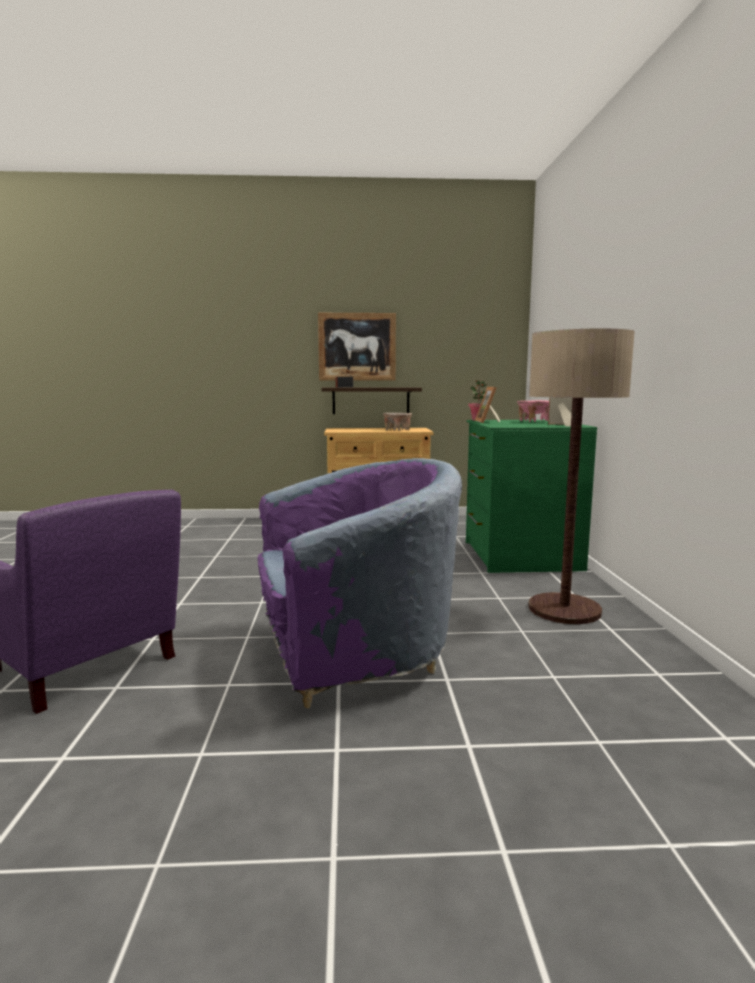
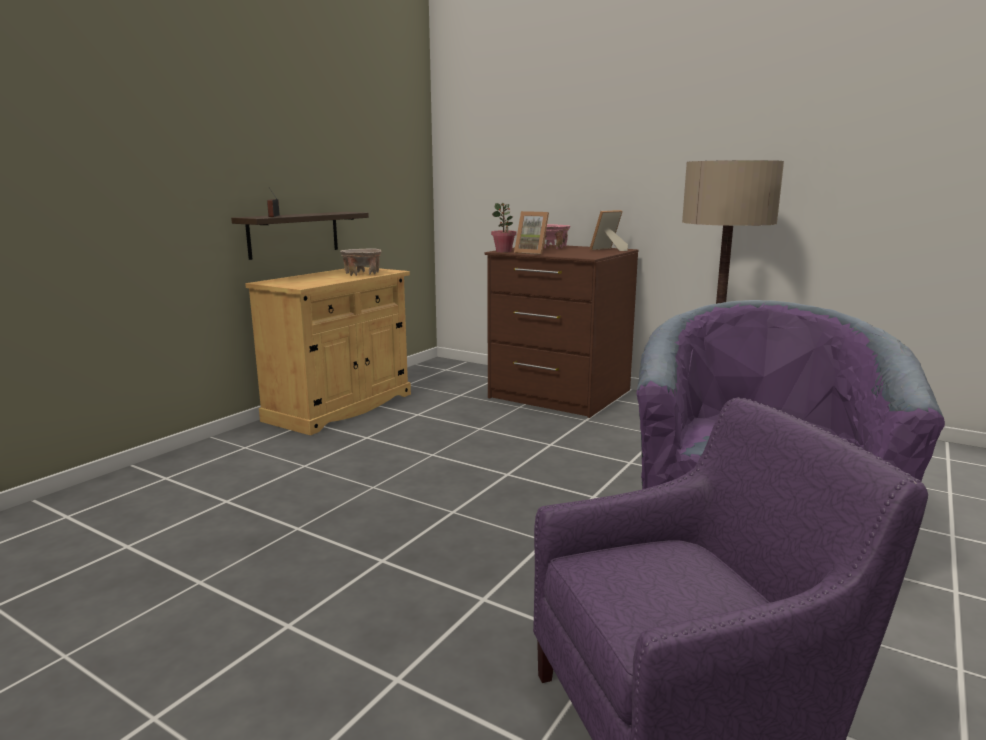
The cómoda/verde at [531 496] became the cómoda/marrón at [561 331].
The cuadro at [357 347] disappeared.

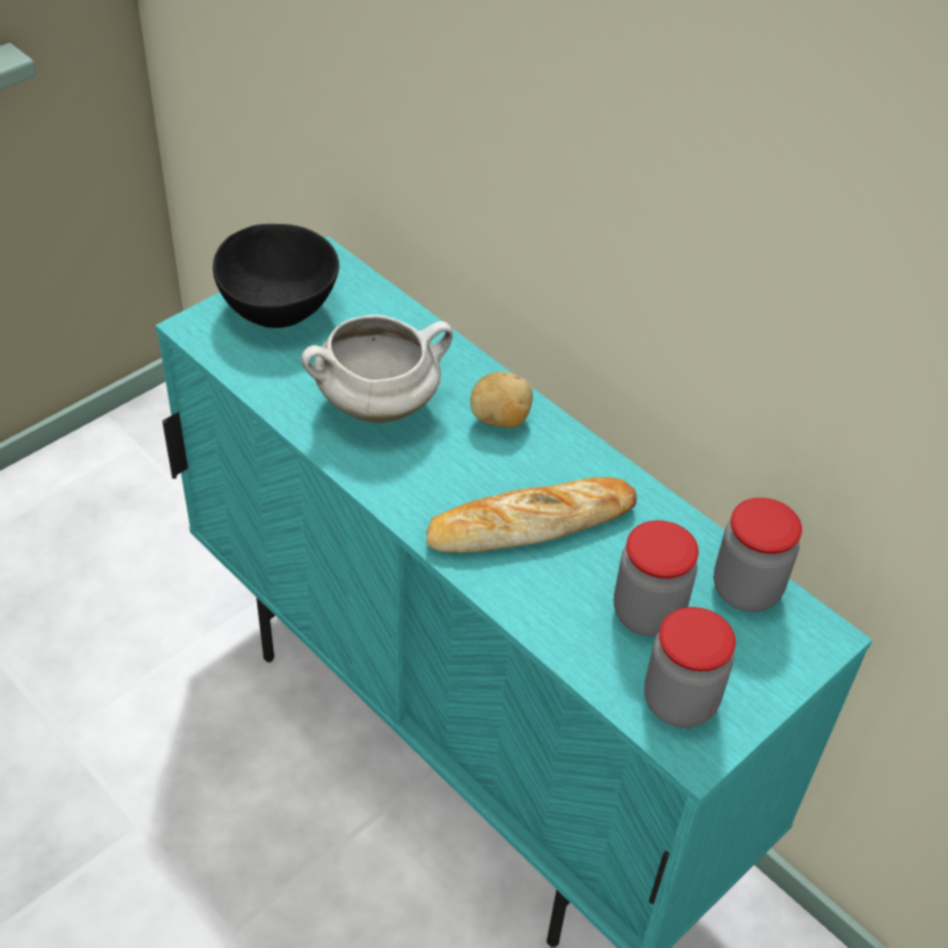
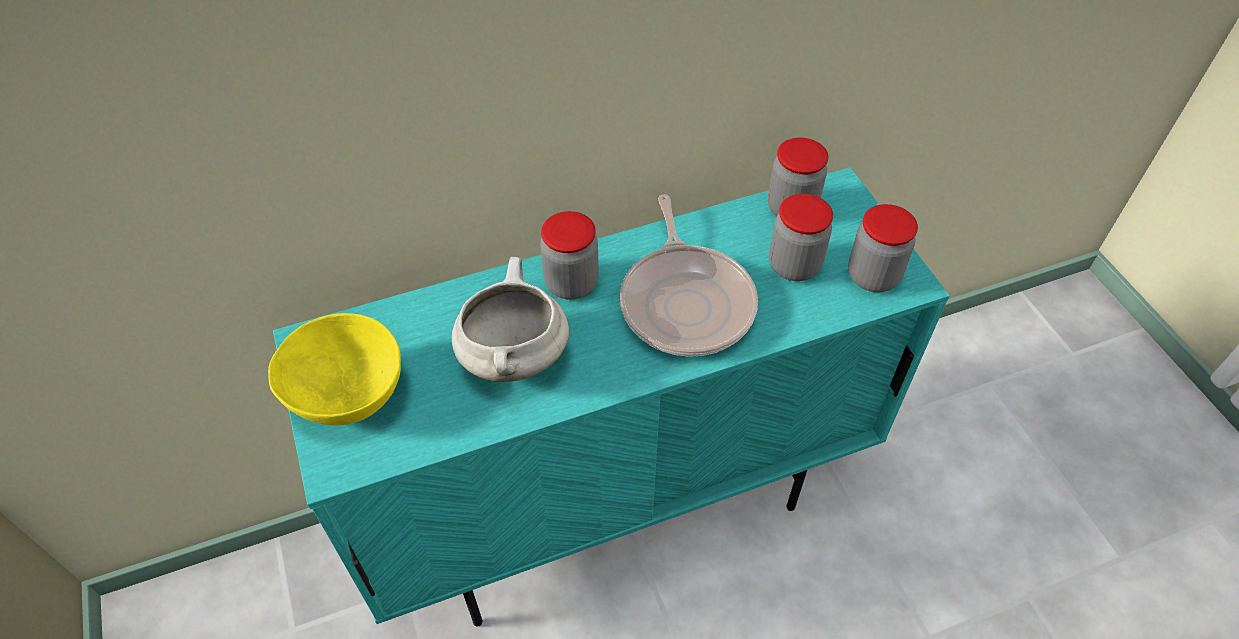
The cuenco/negro at [276 276] became the cuenco/amarillo at [334 369].
The patata at [501 400] was replaced by the tarro at [569 255].
The pan at [531 515] was replaced by the sartén at [689 275].

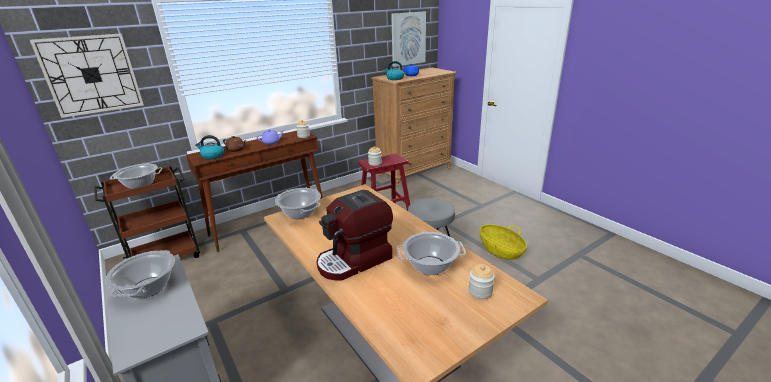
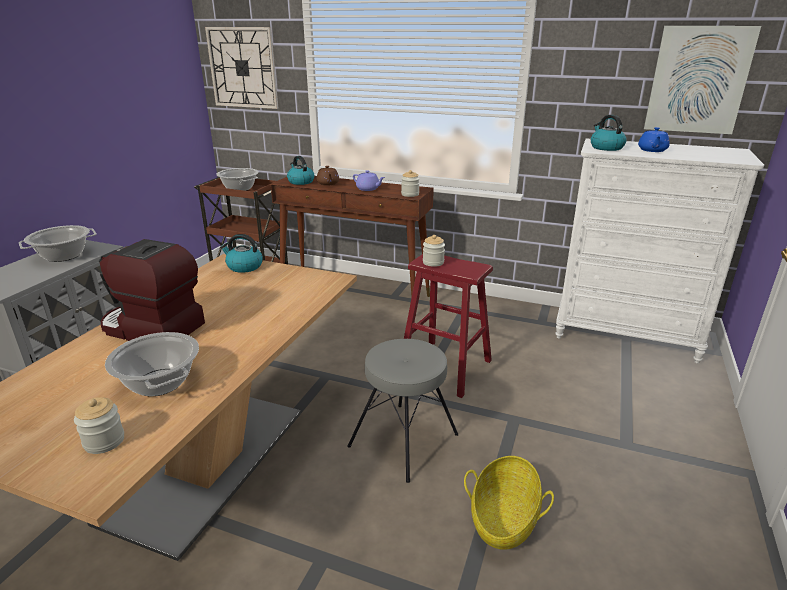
The olla at [298 203] was replaced by the hervidor at [241 253].
The cómoda/marrón at [413 127] became the cómoda/blanco at [659 250].

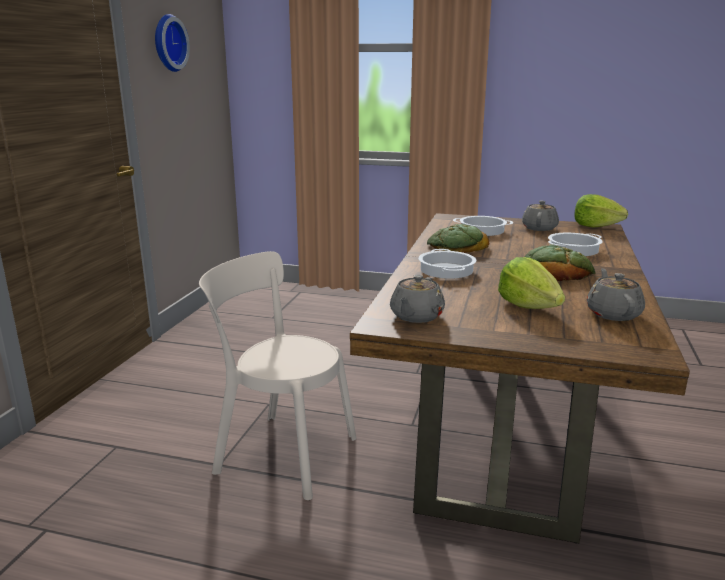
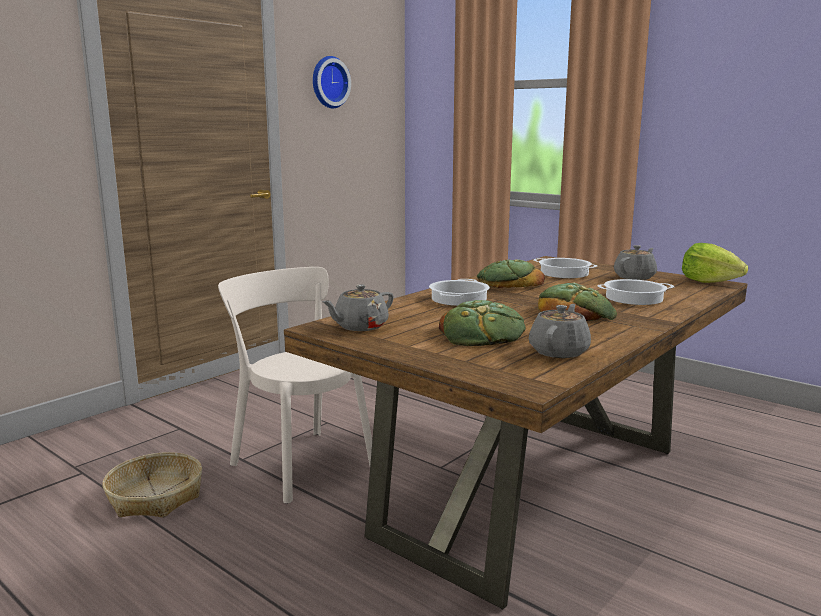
The cesta at [152 484] appeared.
The lechuga at [531 283] was replaced by the pan at [482 323].

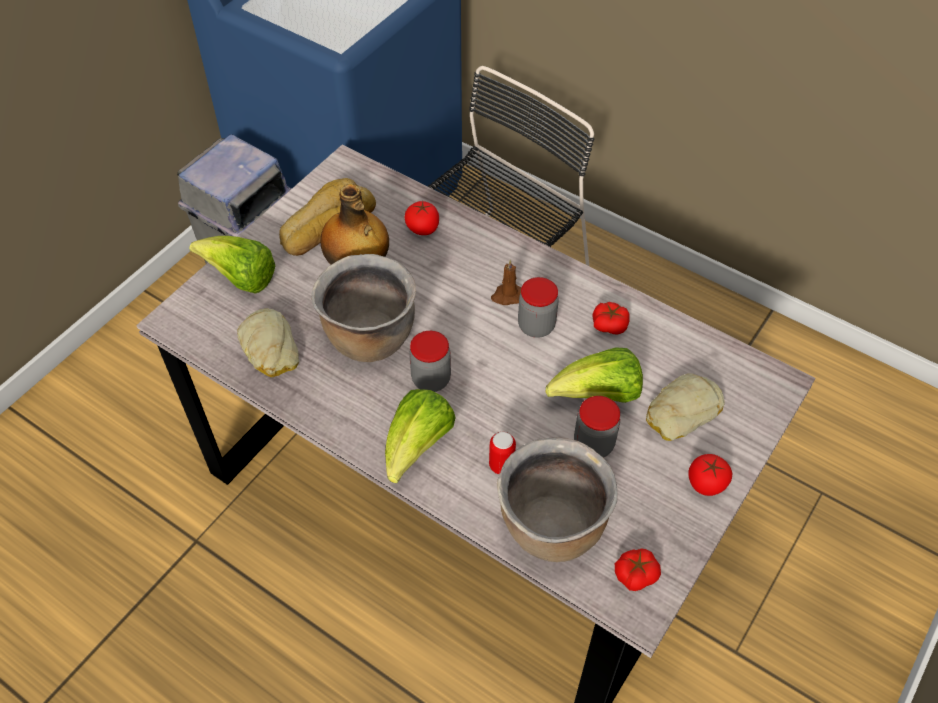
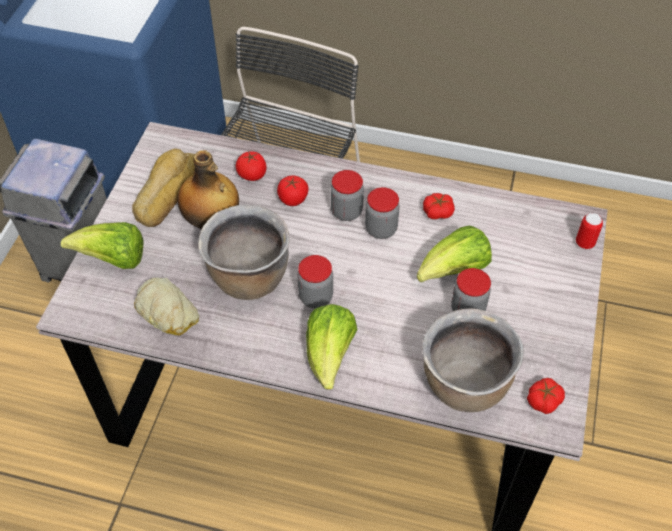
The tomate moved from [710 475] to [293 190].
The vela/marrón at [506 282] was replaced by the tarro at [347 195].
The lata moved from [502 453] to [589 231].
The pan at [685 407] disappeared.

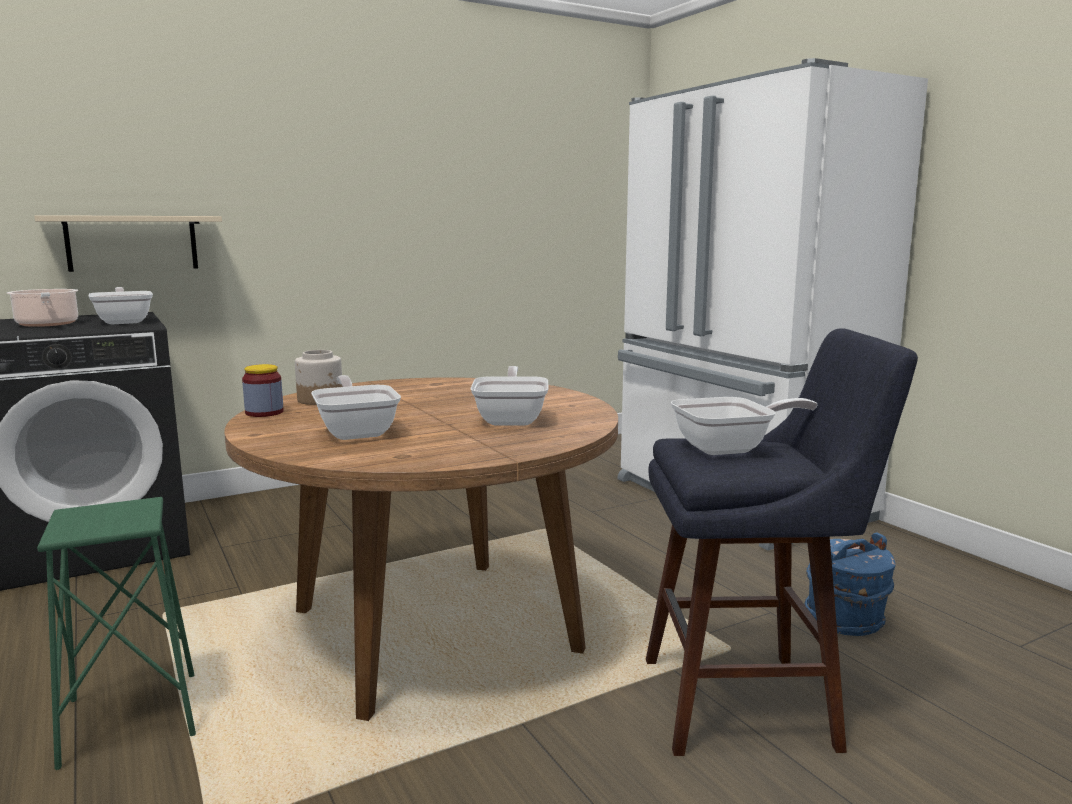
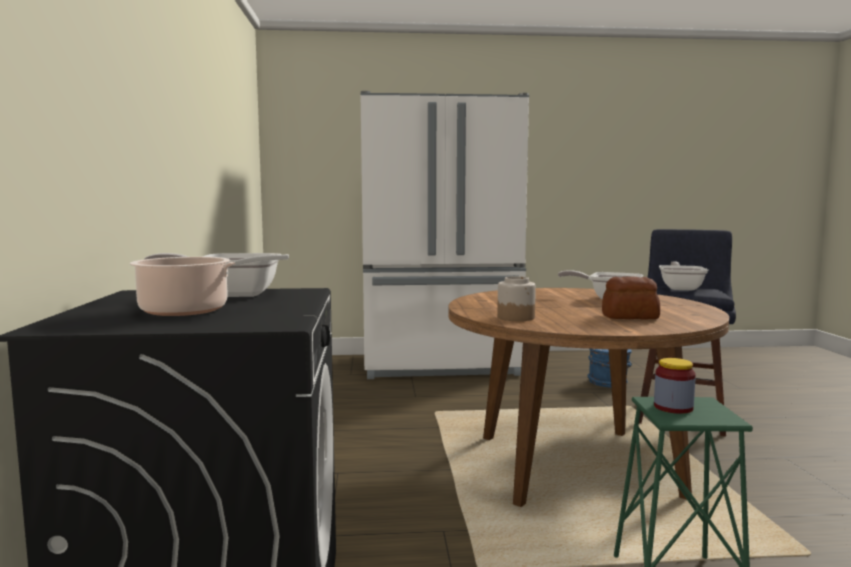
The sartén at [356 407] was replaced by the pan at [631 298].
The tarro moved from [263 390] to [675 386].
The estante/beis at [128 243] disappeared.

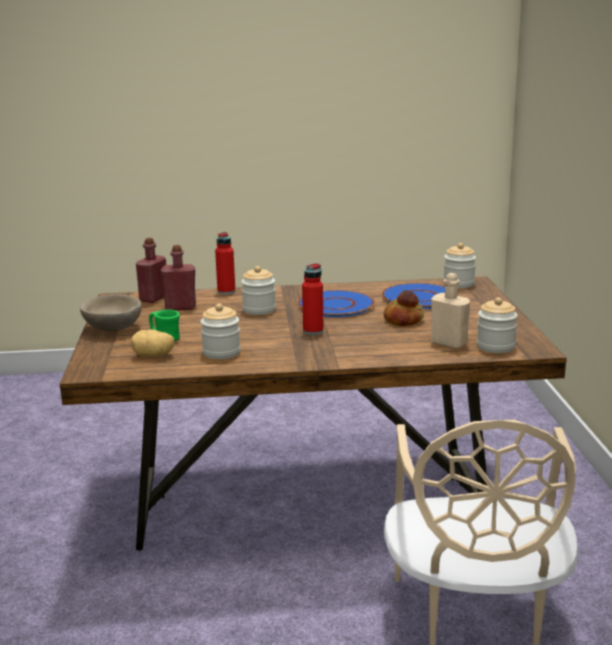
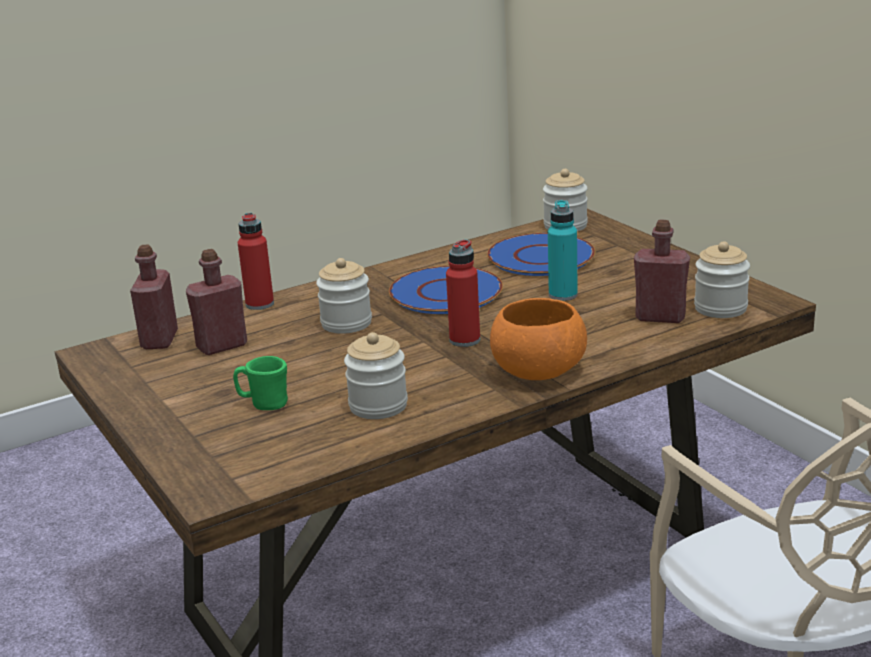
The cuenco/naranja at [538 339] appeared.
The pan at [404 308] was replaced by the botella/turquesa at [563 250].
The botella/beis at [450 311] became the botella/rojo at [662 271].
The cuenco/beis at [111 312] disappeared.
The patata at [153 343] disappeared.

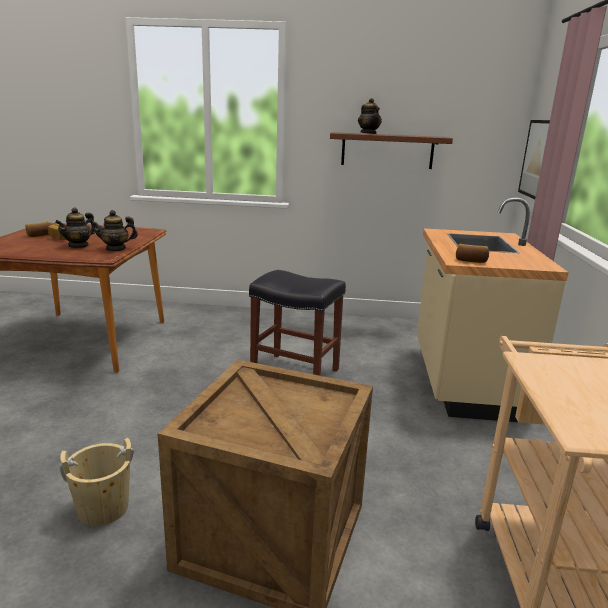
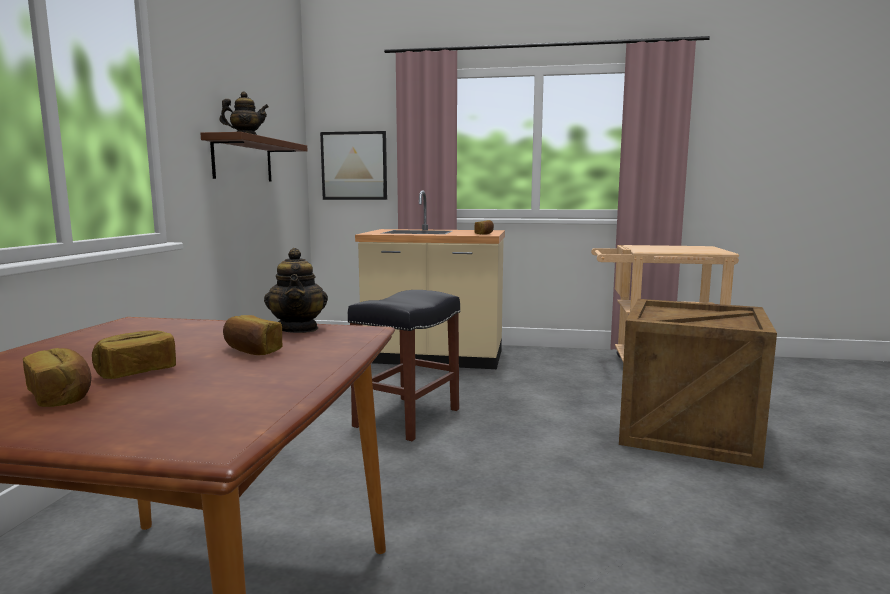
The tetera at [75 228] was replaced by the pan at [253 335].
The cubo/beis at [97 482] disappeared.

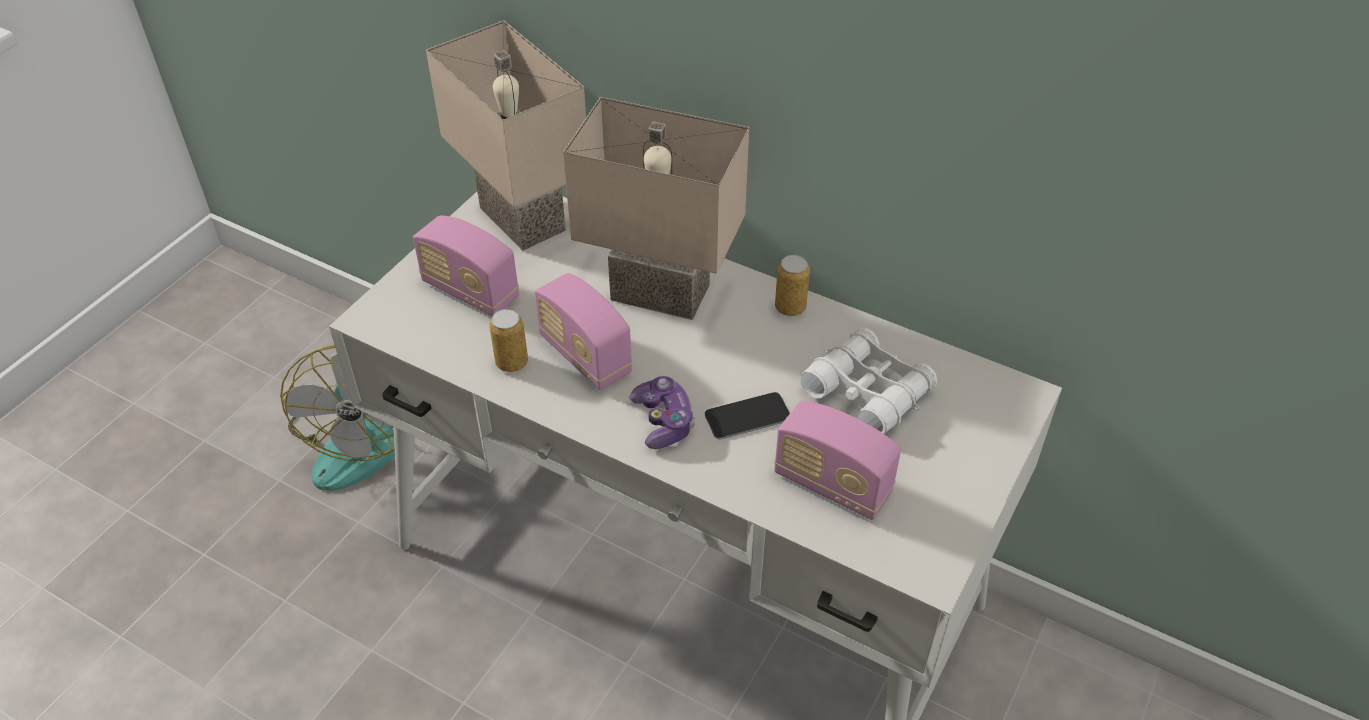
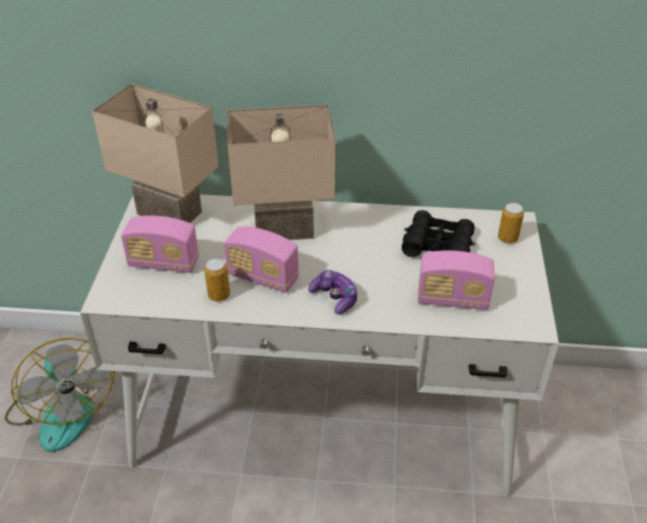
The prismáticos/blanco at [868 381] became the prismáticos/negro at [439 233].
The lata moved from [792 285] to [511 223].
The móvil at [747 415] disappeared.

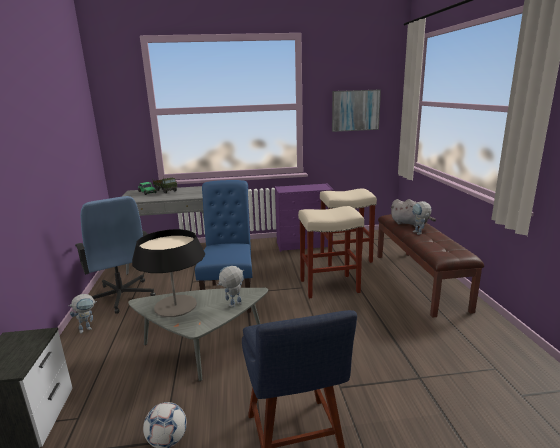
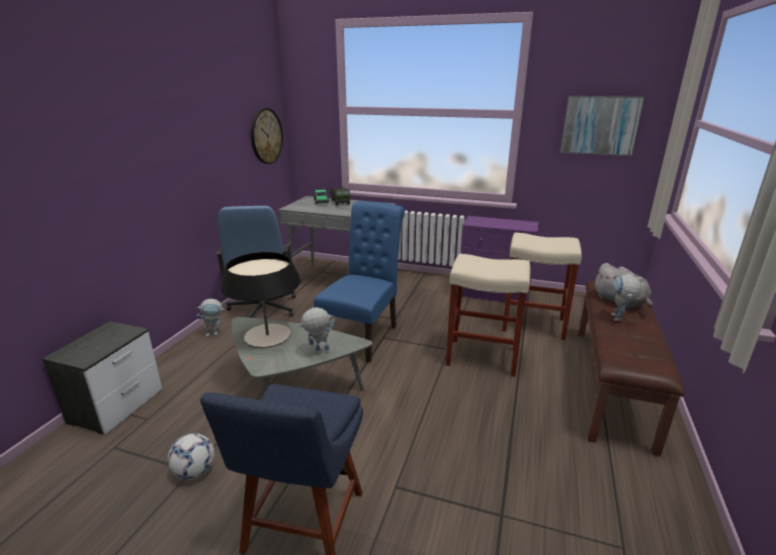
The reloj de pared at [267 136] appeared.

